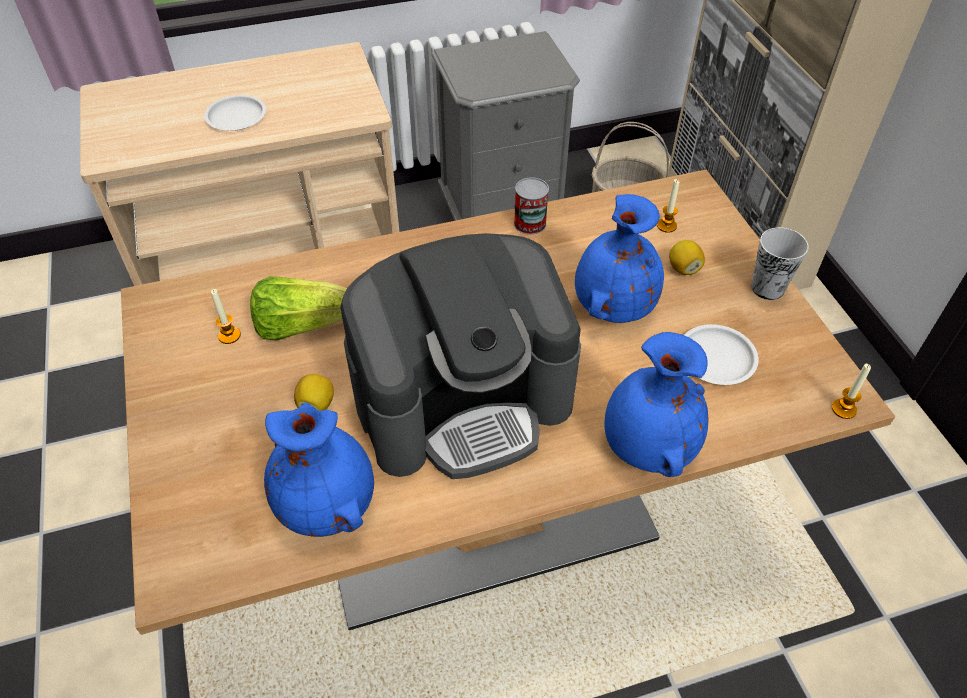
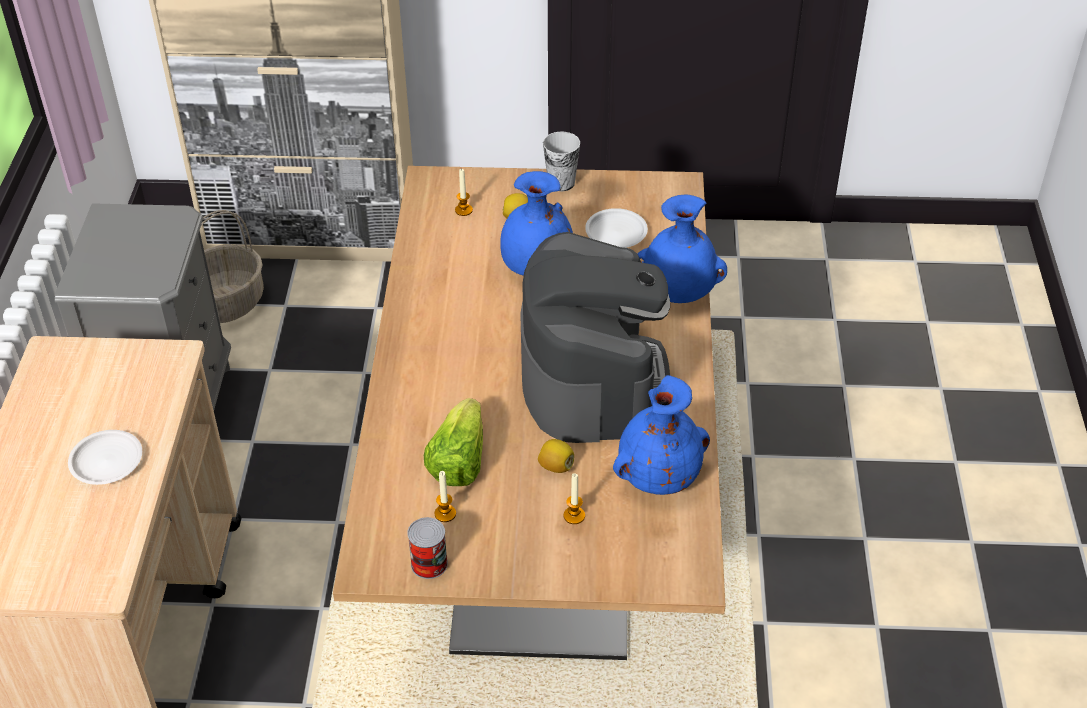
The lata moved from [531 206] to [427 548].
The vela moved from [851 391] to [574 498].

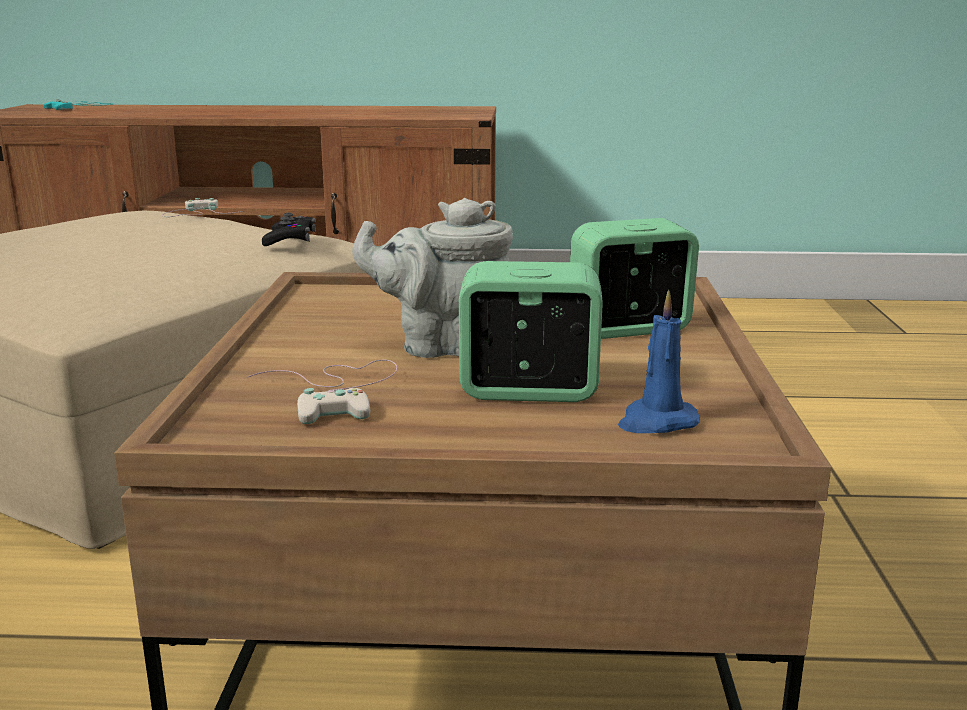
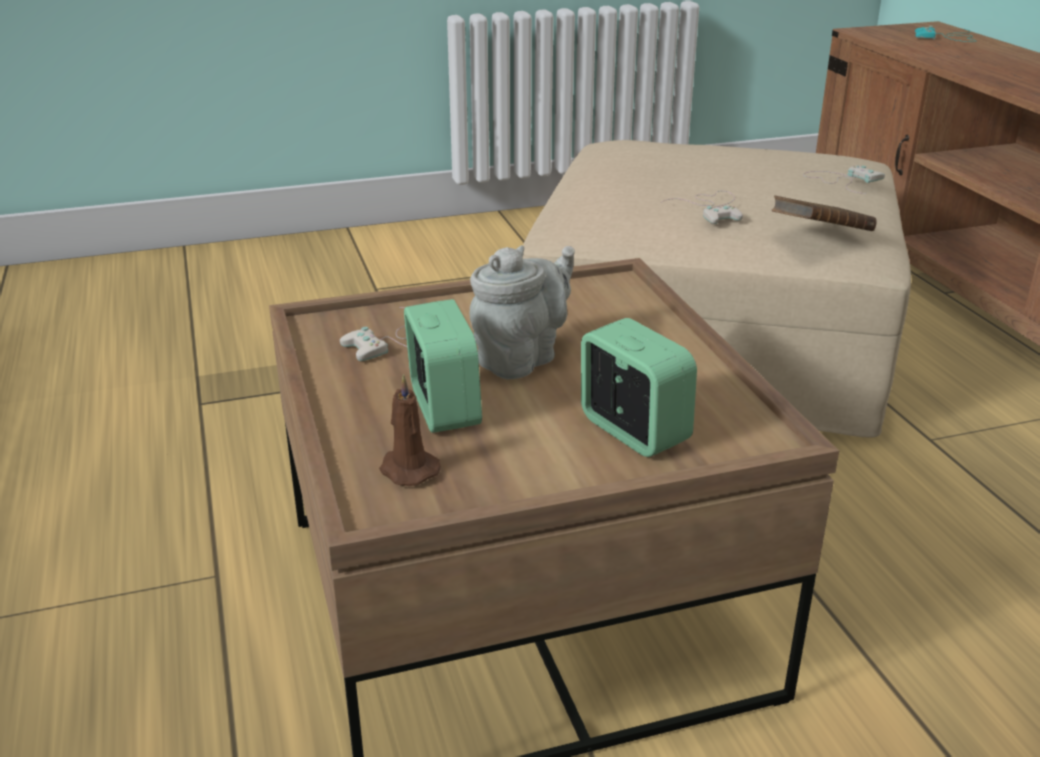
The vela/azul at [659 361] became the vela/marrón at [410 430].
The tetera/gris at [432 278] turned 60 degrees clockwise.
The mando de consola/blanco at [702 207] appeared.
The mando de consola/negro at [289 229] was replaced by the libro/marrón at [824 213].

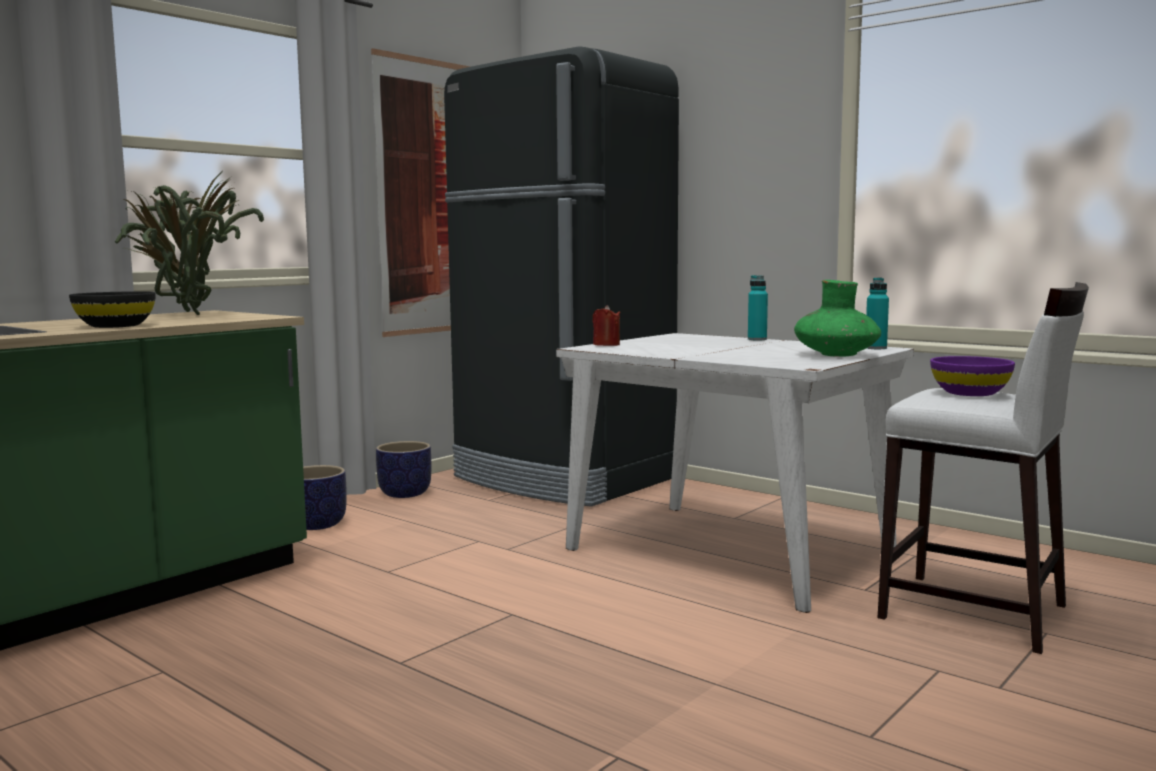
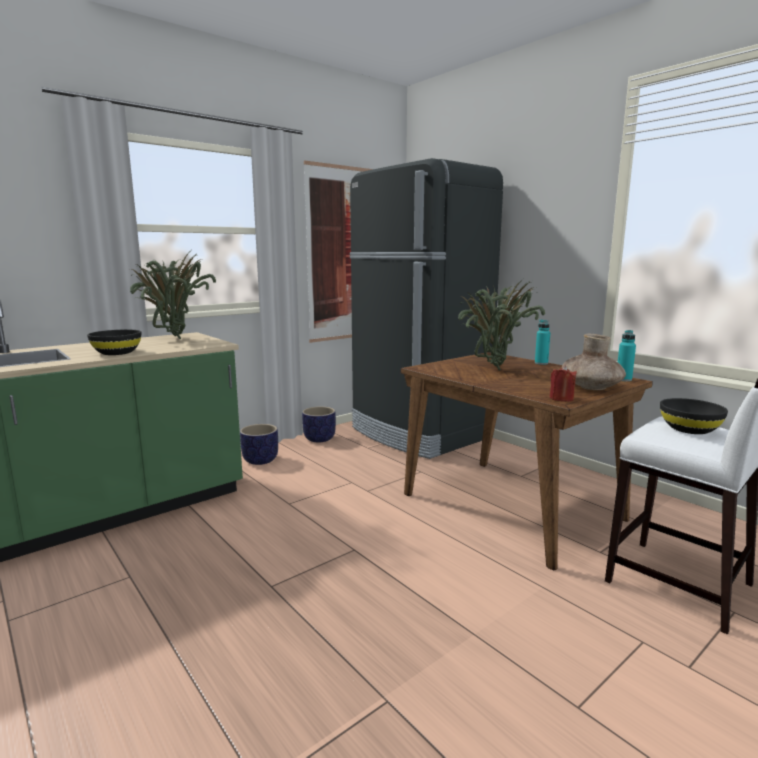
The mesa de comedor/blanco at [735 473] became the mesa de comedor/marrón at [527 461].
The planta en maceta at [501 324] appeared.
The vela/rojo moved from [607 325] to [563 383].
The florero/verde at [837 318] became the florero/marrón at [594 362].
The cuenco/morado at [972 376] became the cuenco/negro at [694 416].

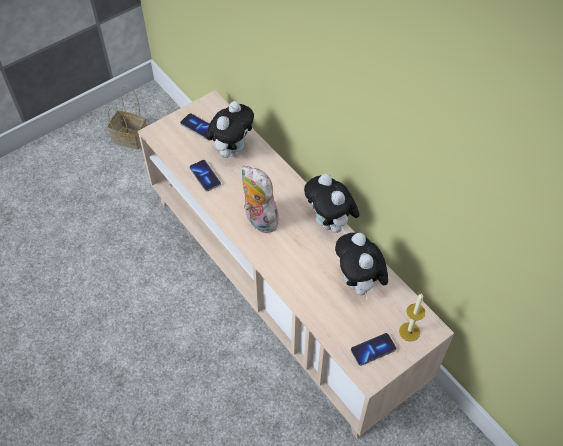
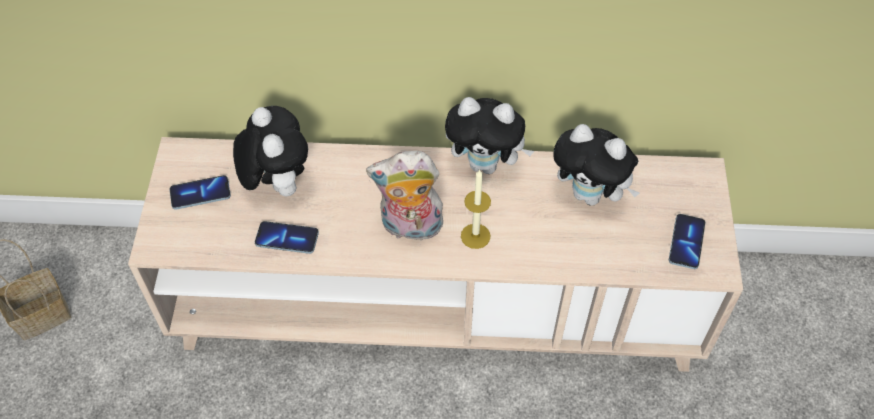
The vela moved from [412 318] to [476 209].

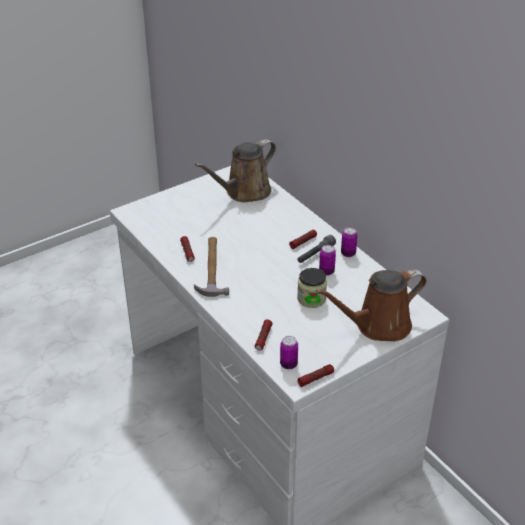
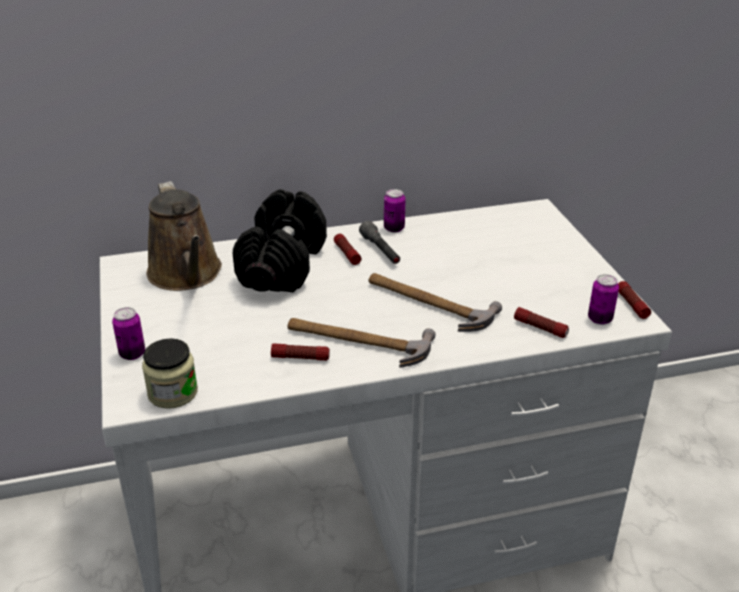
The lata moved from [327 260] to [128 333].
The tarro moved from [312 288] to [170 373].
The mancuerna/negro at [280 240] appeared.
The martillo at [435 302] appeared.
The regadera/marrón at [371 305] disappeared.

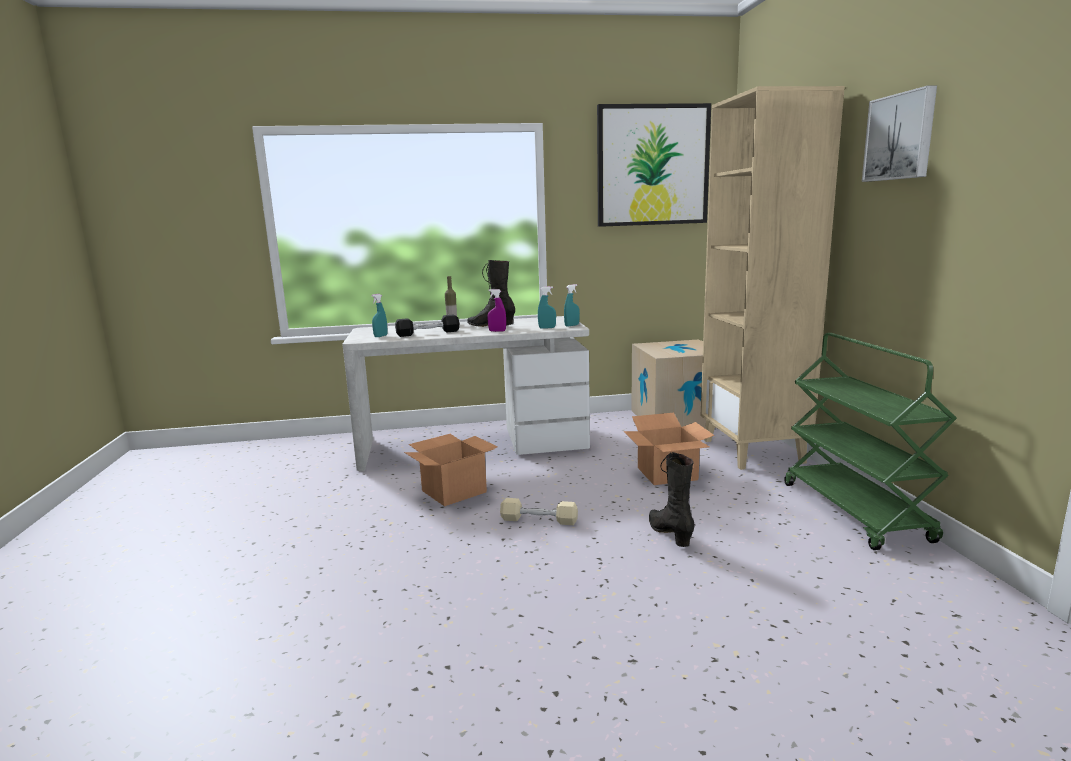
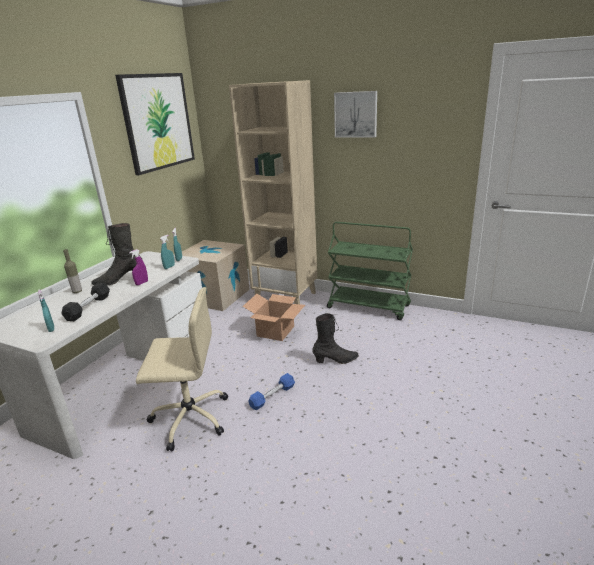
The caja de cartón at [450 470] was replaced by the silla de oficina/beis at [182 369].
The mancuerna/beis at [539 511] became the mancuerna/azul at [271 391].
The bota/negro at [672 499] turned 150 degrees clockwise.

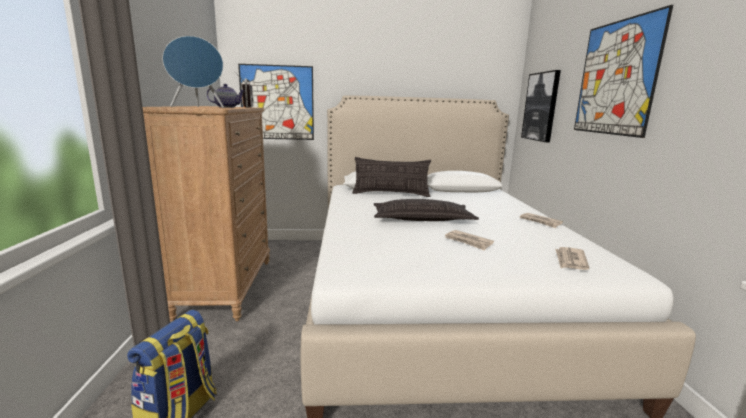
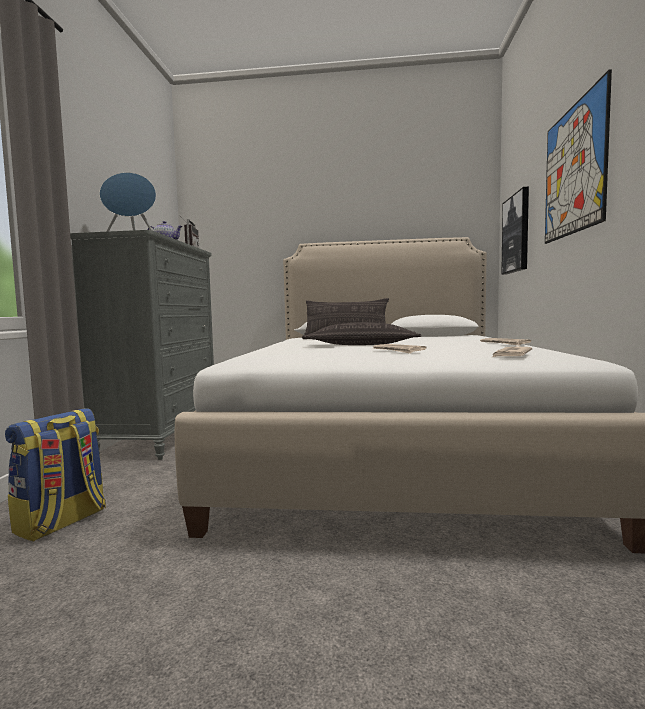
The cómoda/marrón at [206 214] became the cómoda/gris at [142 345].
The cuadro at [276 102] disappeared.

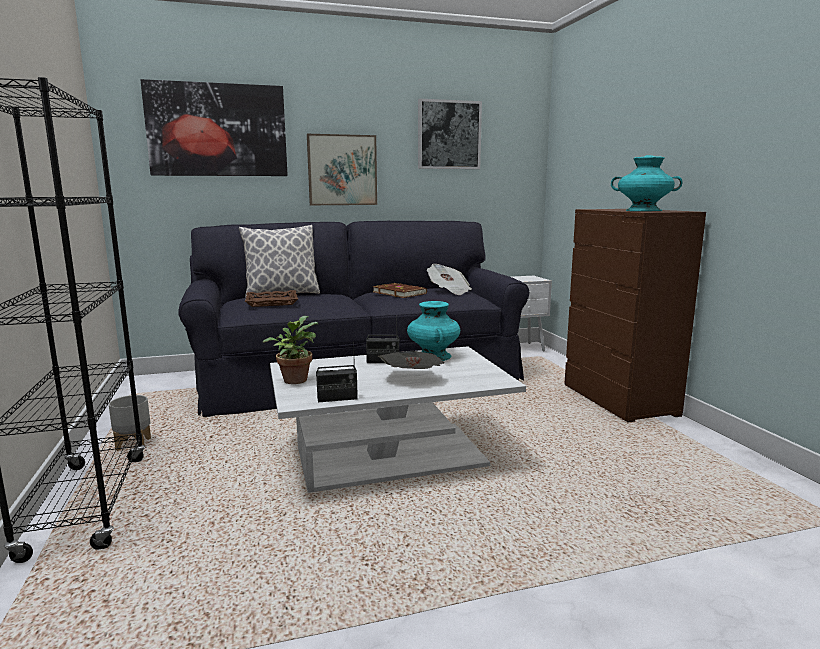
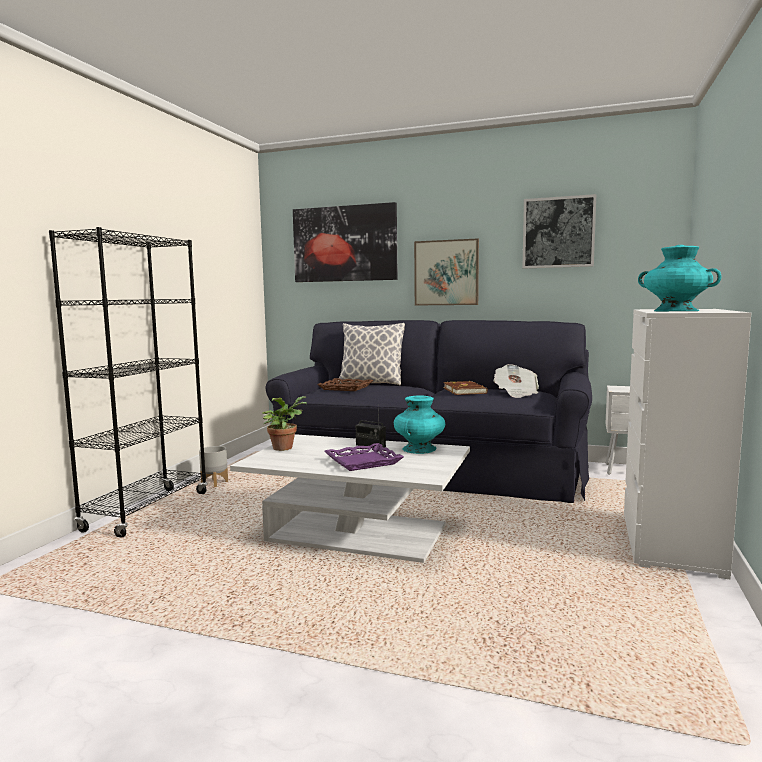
The periódico at [411 360] was replaced by the bandeja/morado at [364 457].
The cómoda/marrón at [635 316] became the cómoda/blanco at [687 444].
The radio at [337 372] disappeared.

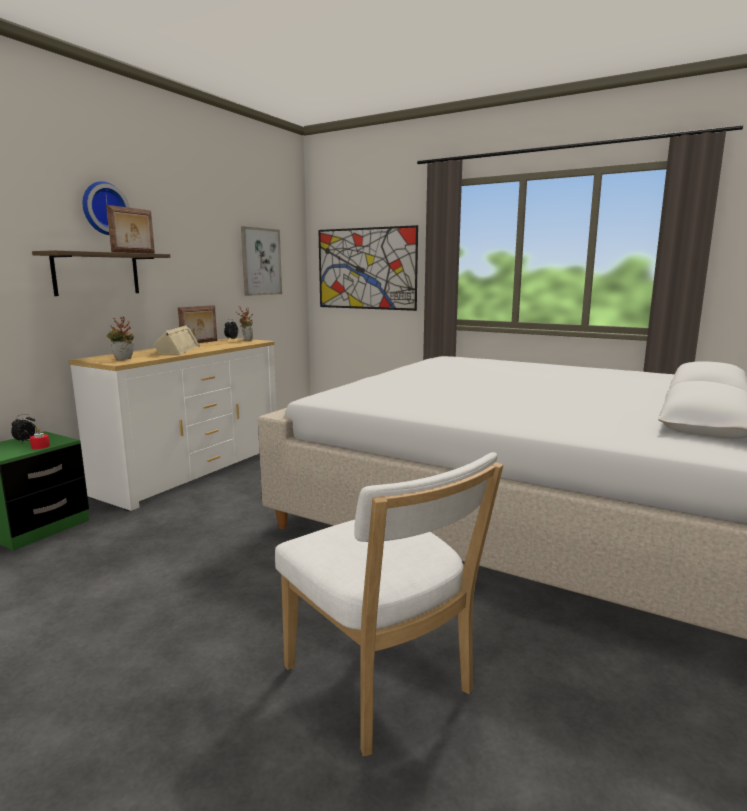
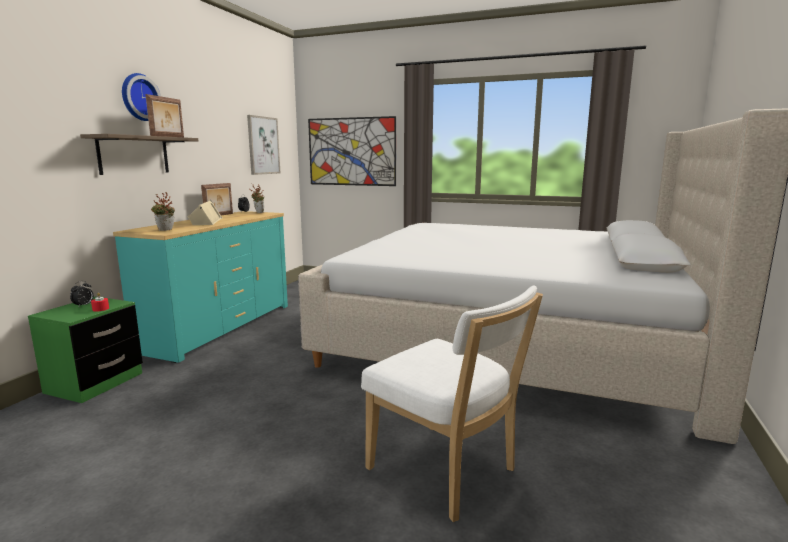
The cómoda/blanco at [172 424] became the cómoda/turquesa at [200 287].

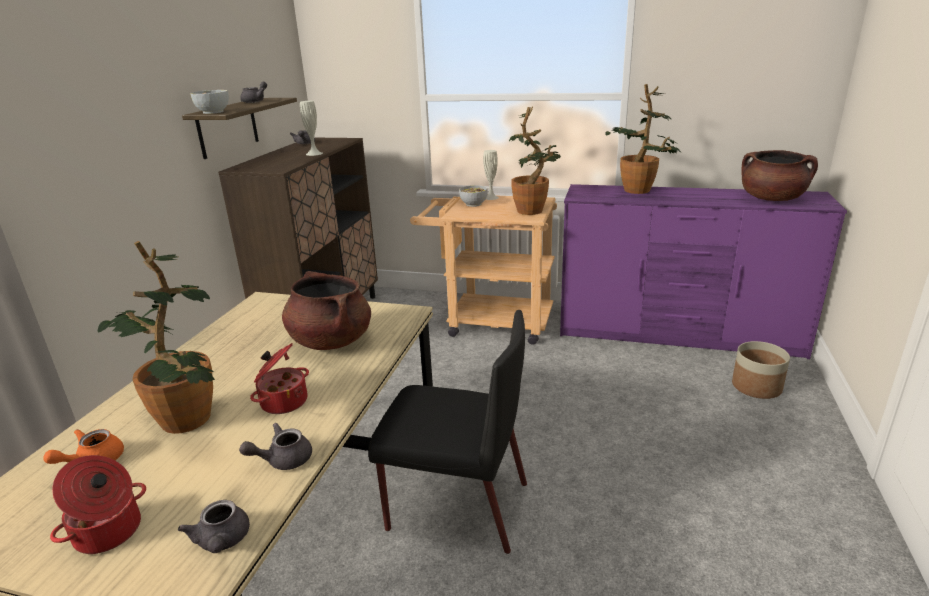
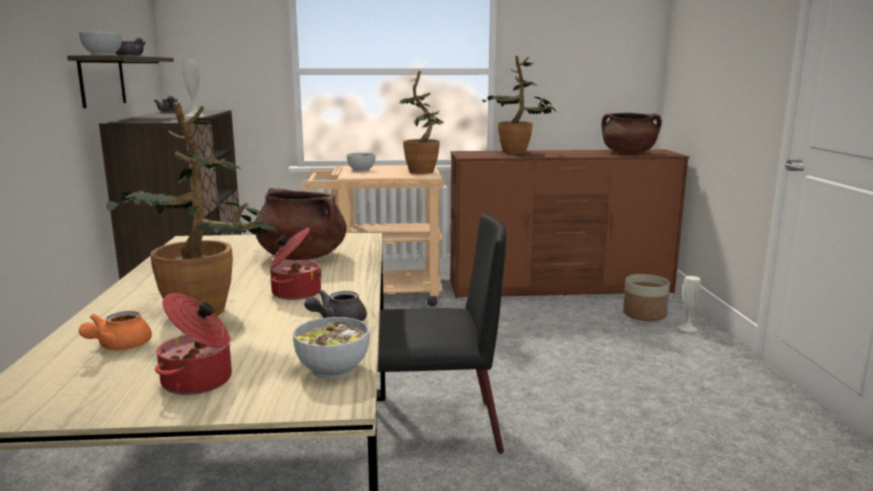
The tetera/gris at [214 526] was replaced by the cuenco at [331 348].
The cómoda/morado at [703 271] became the cómoda/marrón at [569 223].
The florero/blanco moved from [491 175] to [689 304].

